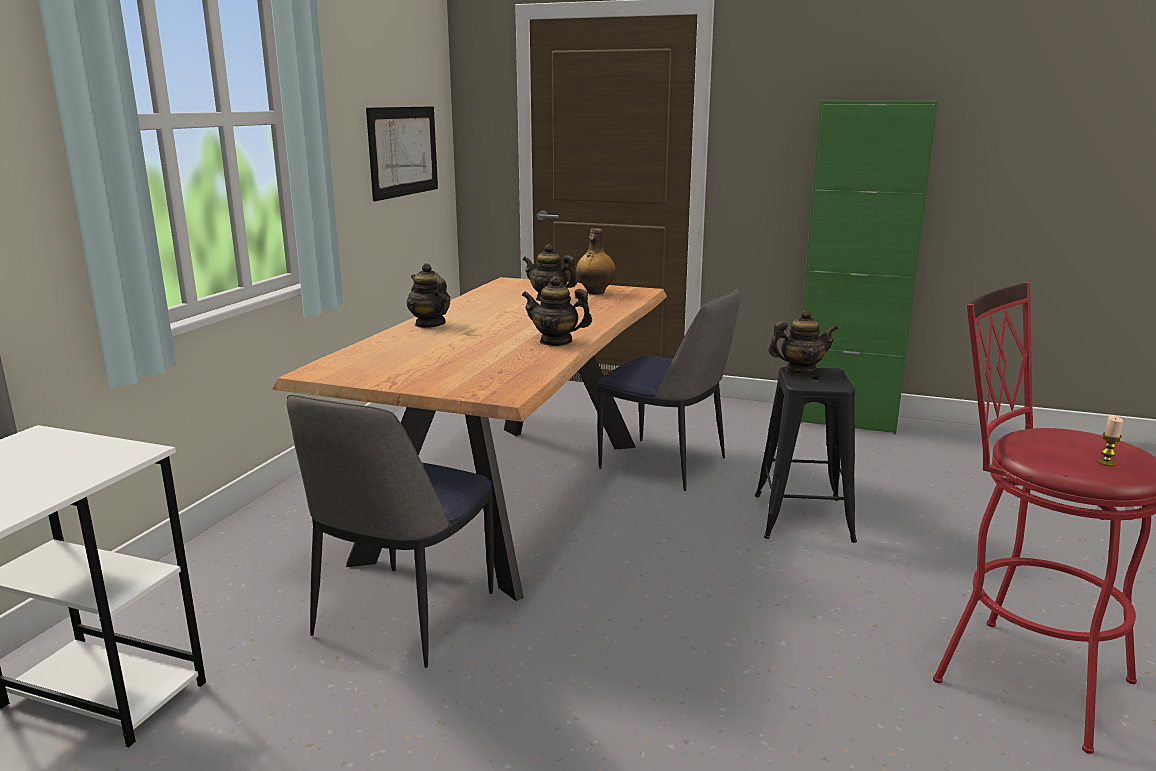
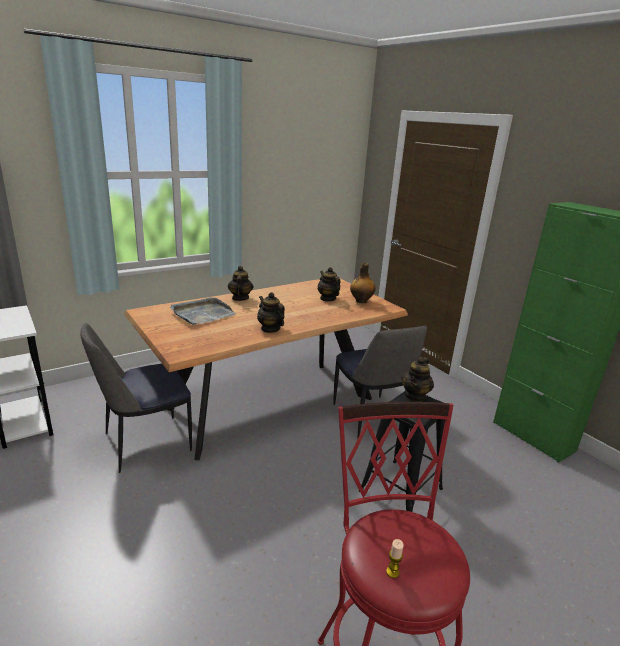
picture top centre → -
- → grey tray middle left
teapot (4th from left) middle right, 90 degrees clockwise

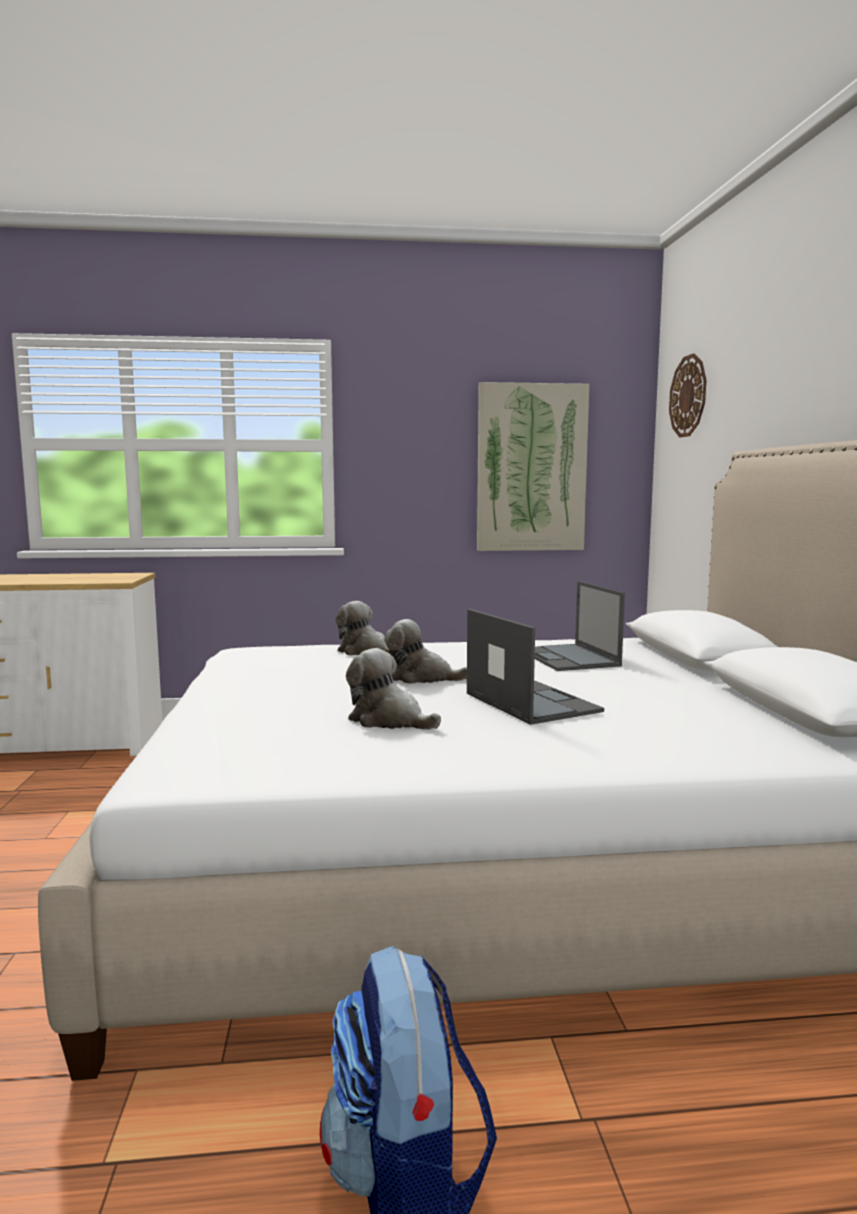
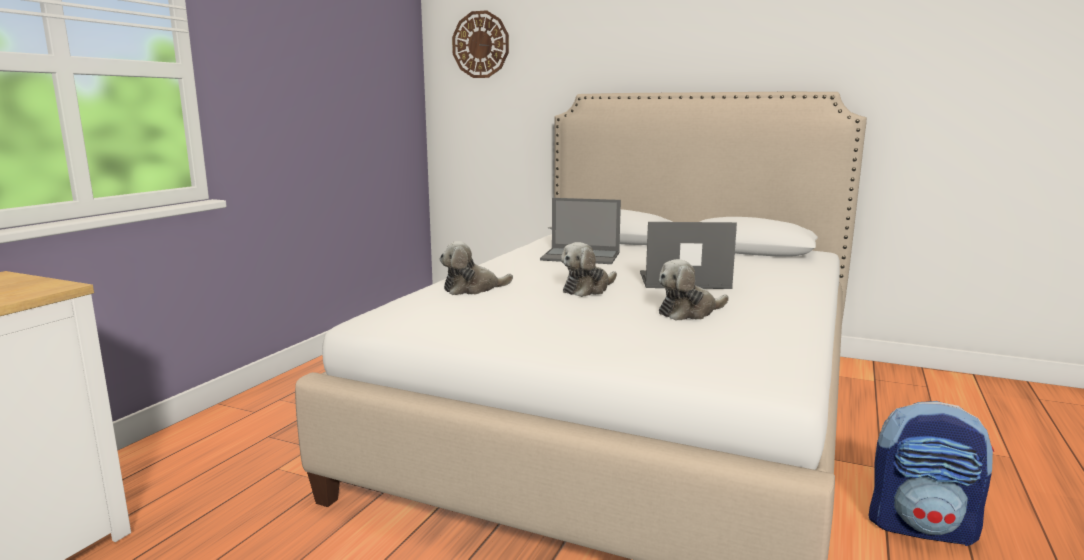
picture centre → -

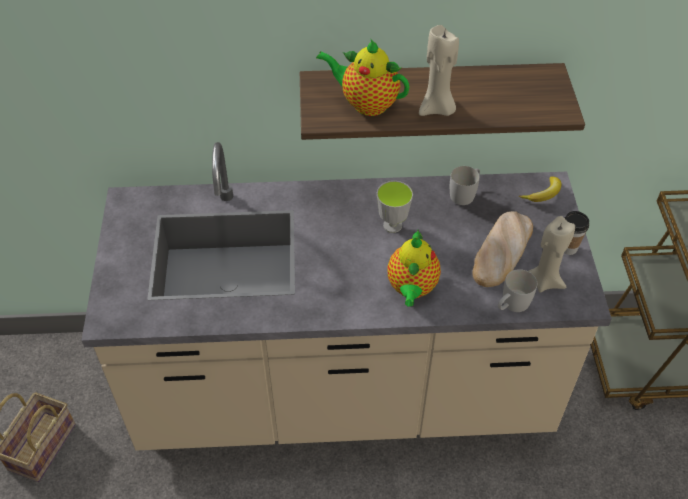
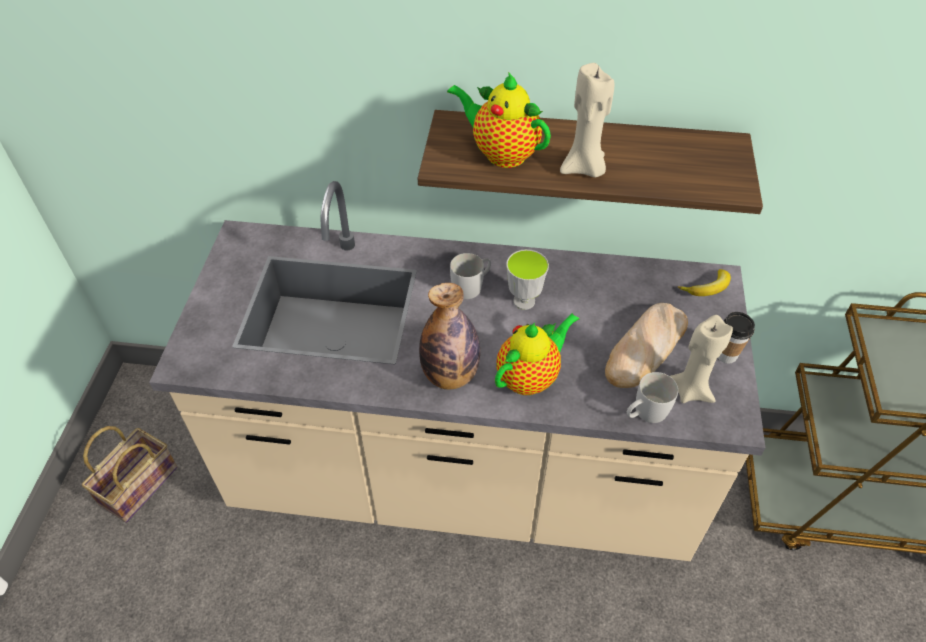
- → bottle centre
white mug (1st from left) middle right → white mug (1st from left) centre, moved
teapot (2nd from left) centre, 150 degrees counterclockwise

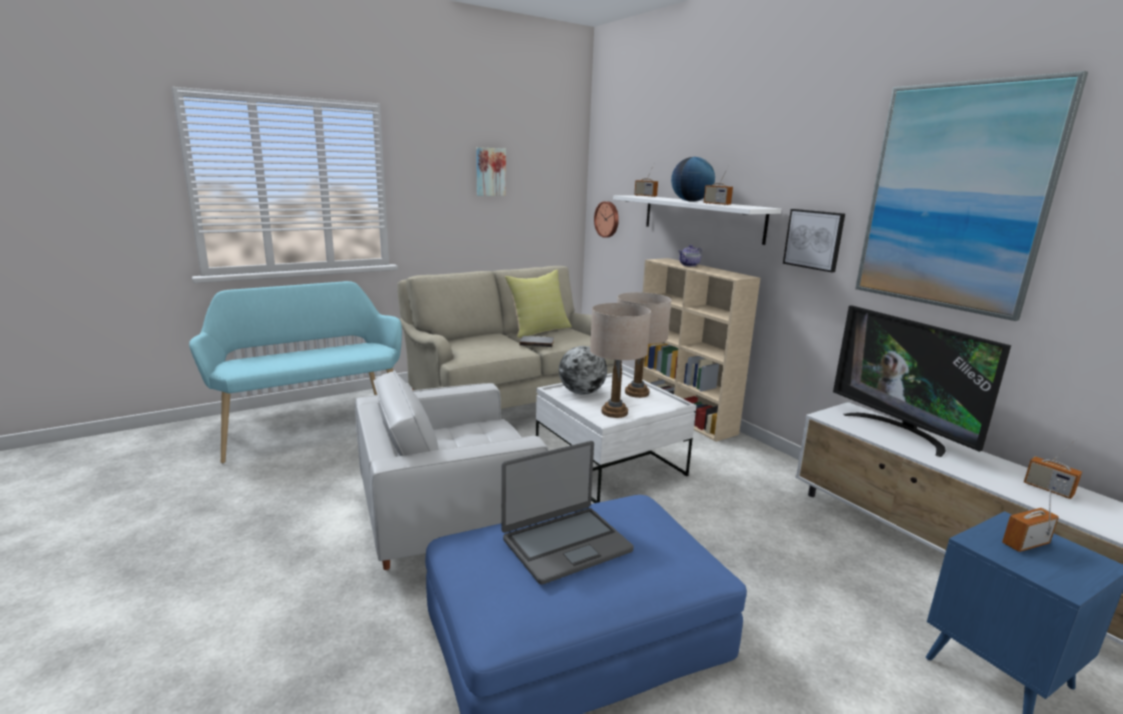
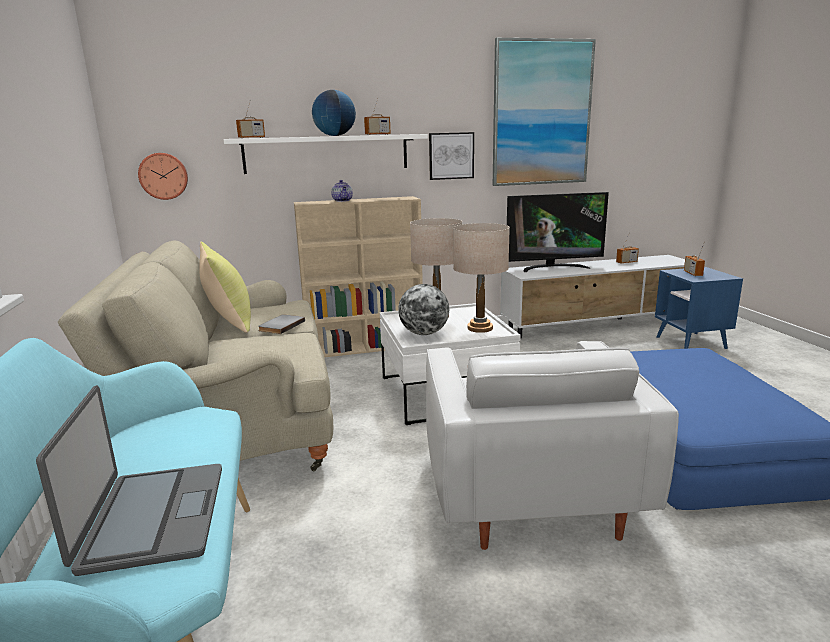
picture (1st from left) top centre → -
laptop bottom centre → laptop bottom left, moved

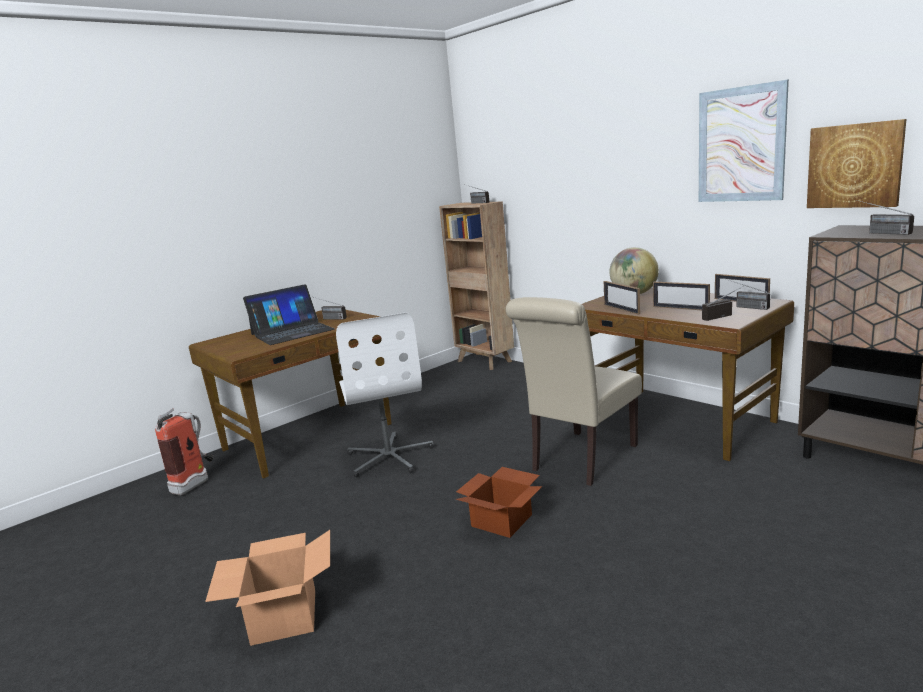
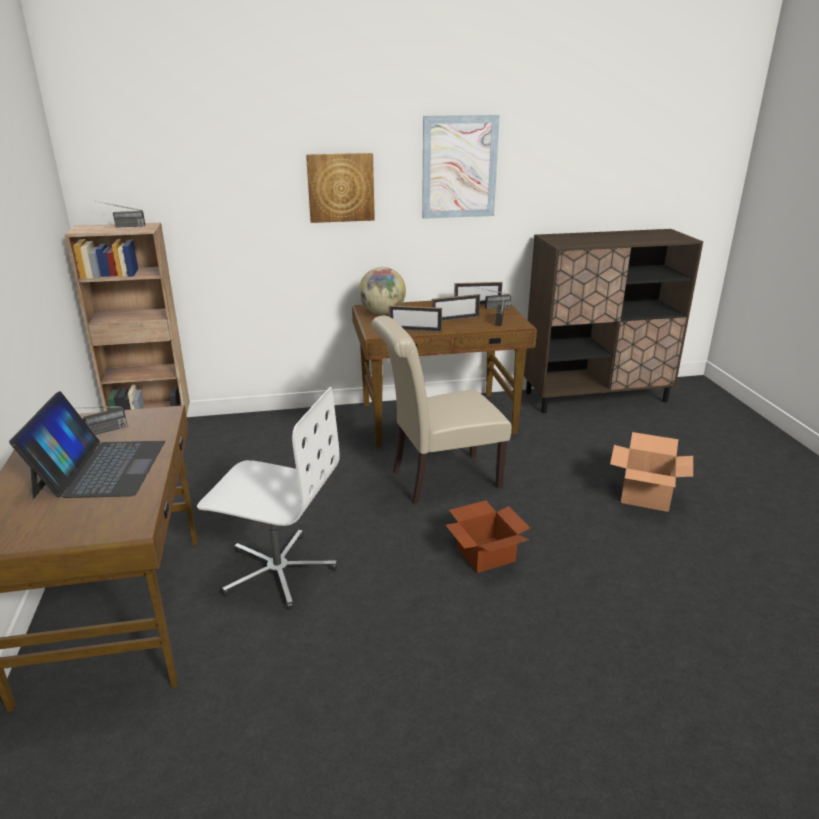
fire extinguisher middle left → -
radio (5th from left) top right → -
cardboard box (1st from left in the first image) bottom left → cardboard box (2nd from left) middle right, moved
picture (2nd from left in the first image) top right → picture (1st from left) top centre, moved
beige chair centre, 90 degrees clockwise

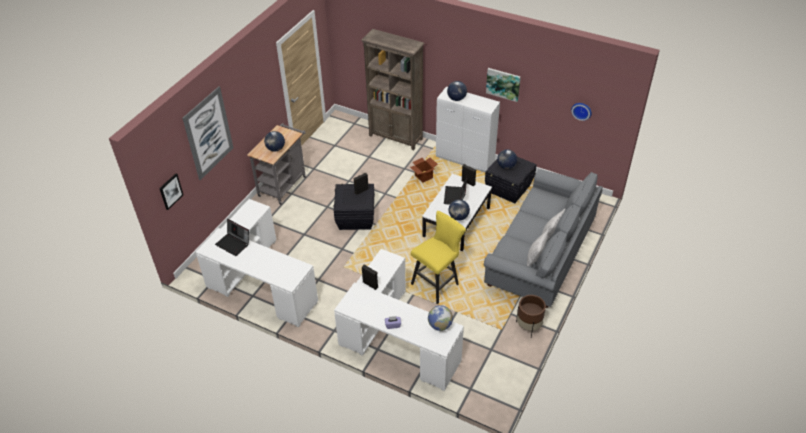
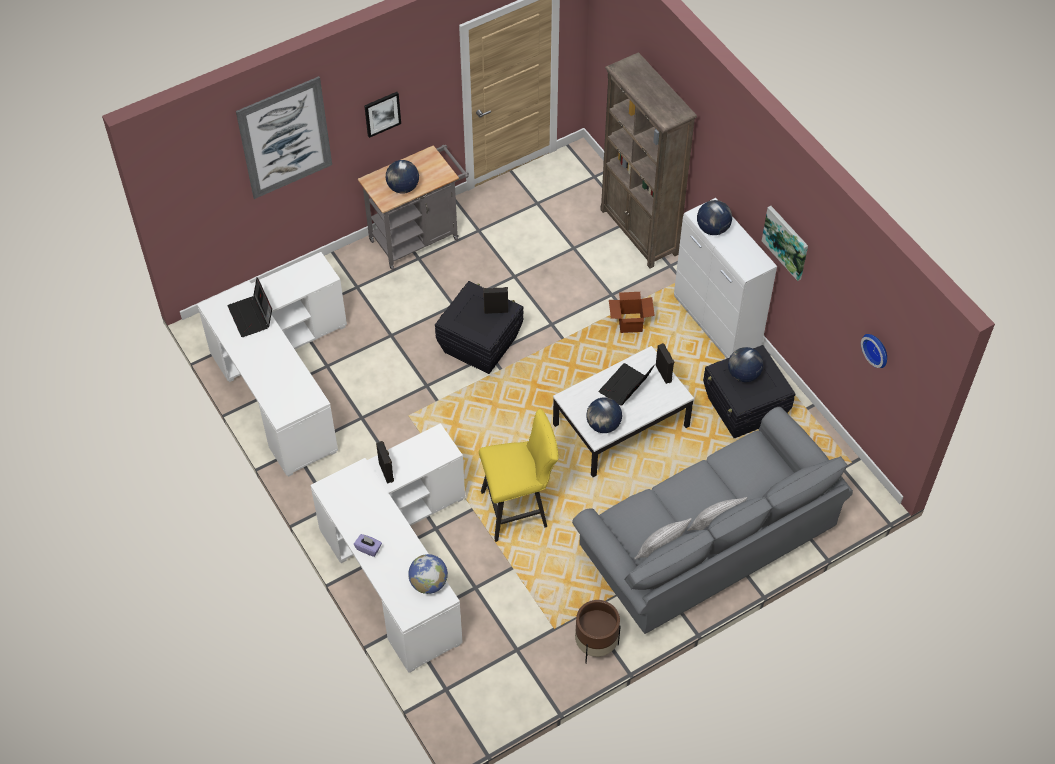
picture (1st from left in the first image) middle left → picture (2nd from left) top centre, moved

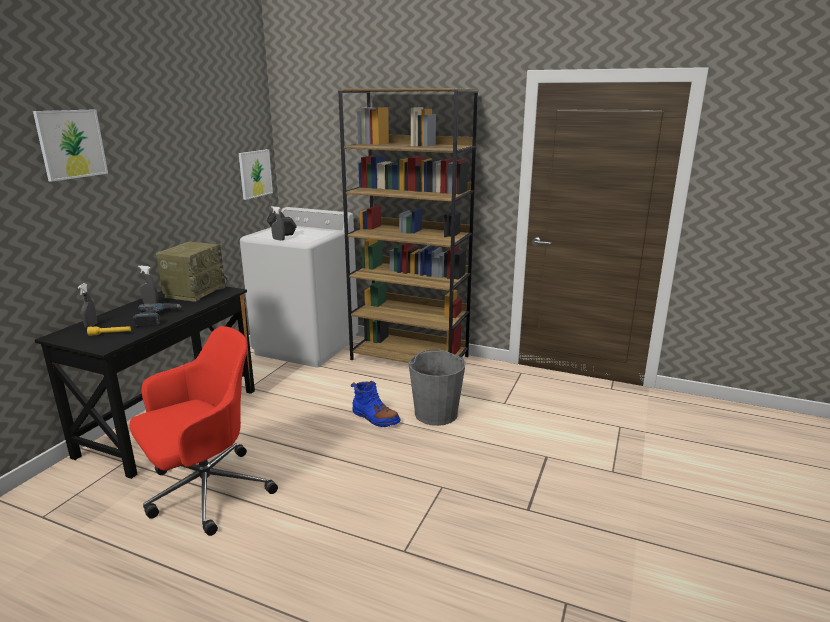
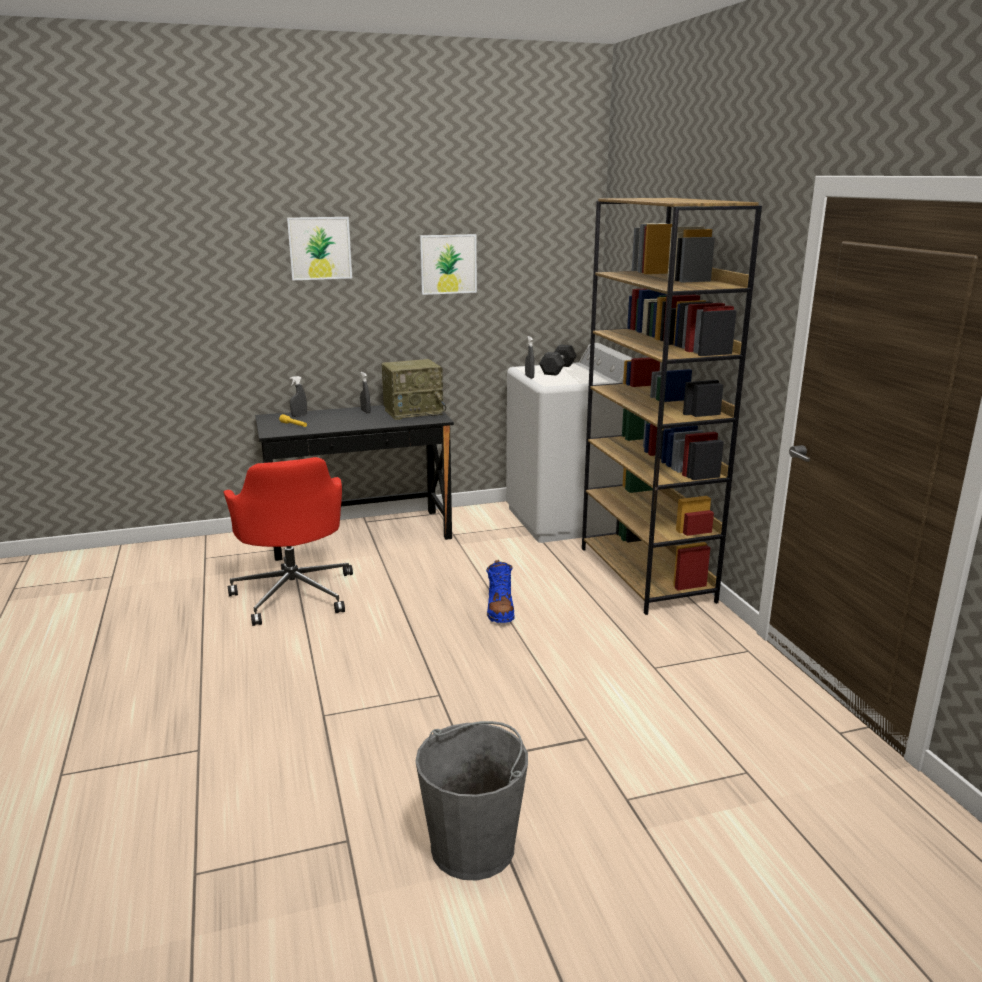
power drill middle left → -
picture (2nd from left) top left → picture (2nd from left) top centre, moved
grey bucket centre → grey bucket bottom centre, moved
red office chair bottom left → red office chair middle left, 60 degrees clockwise

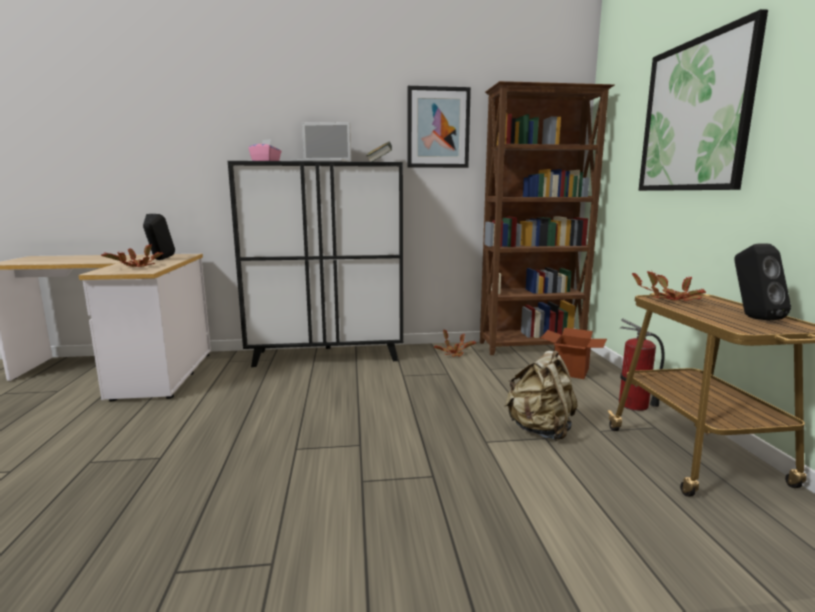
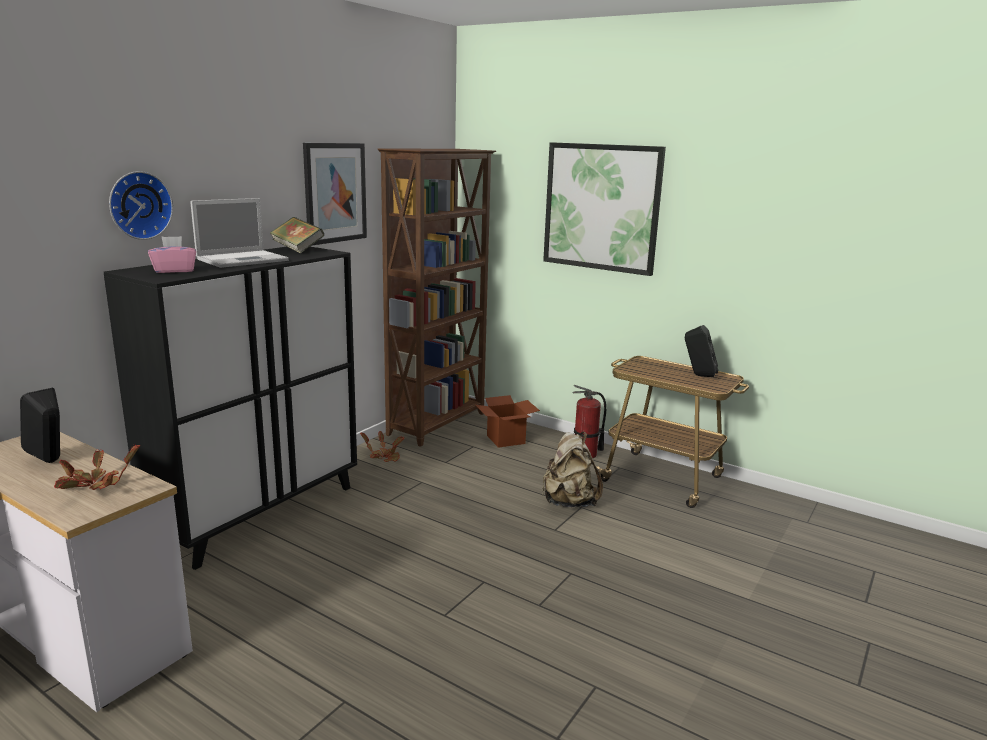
potted plant (3rd from left) middle right → -
- → wall clock top left

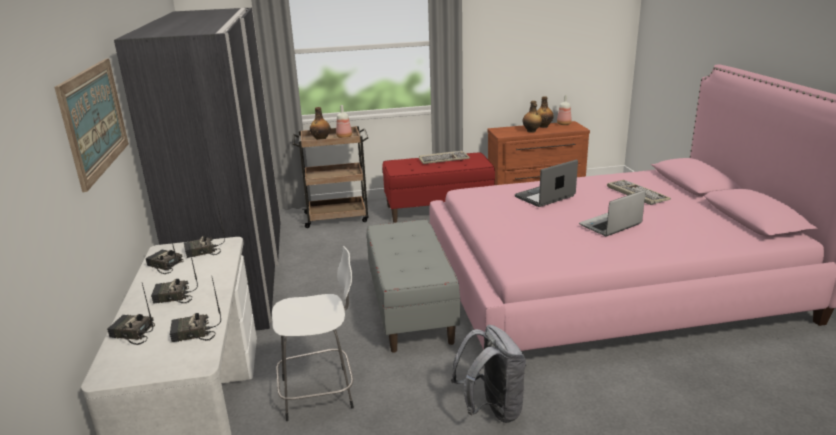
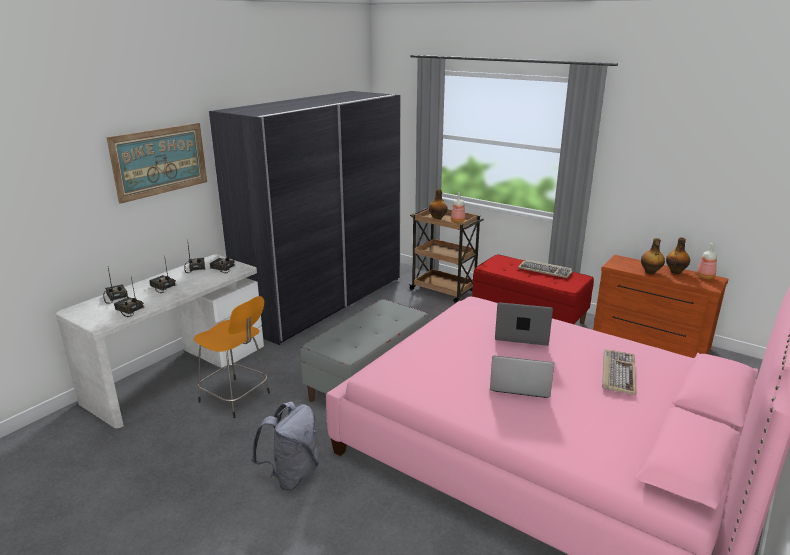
white stool bottom centre → orange stool middle left

